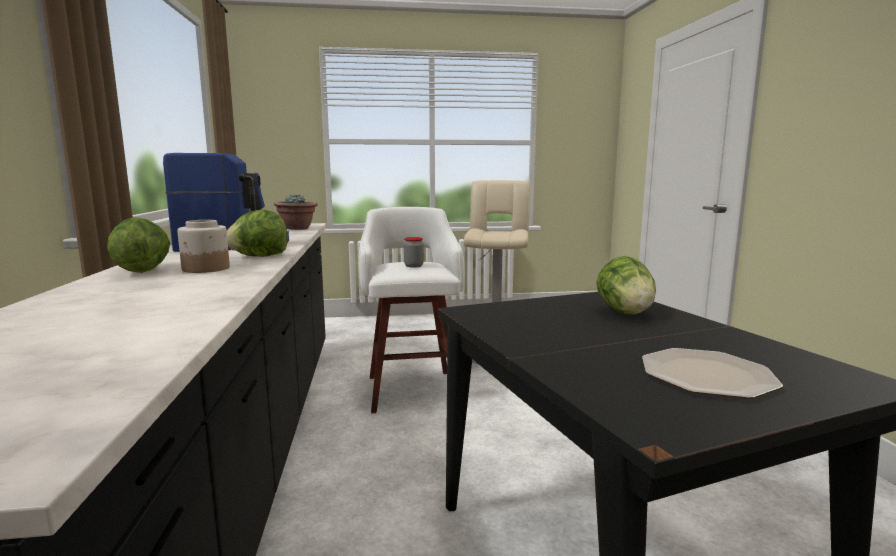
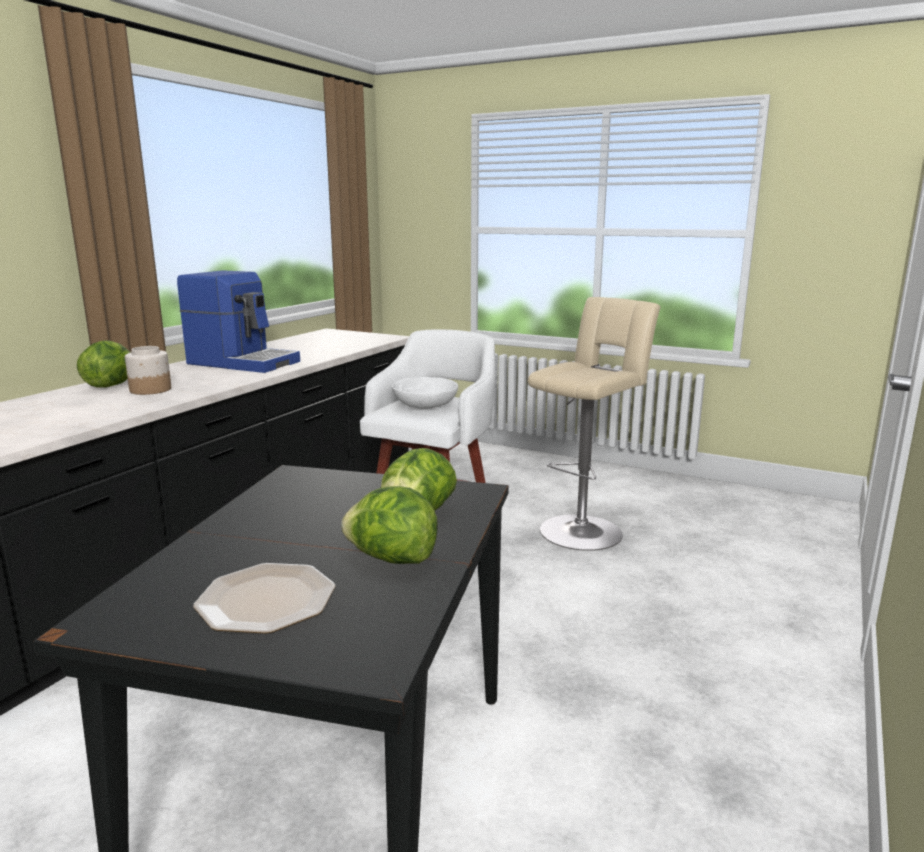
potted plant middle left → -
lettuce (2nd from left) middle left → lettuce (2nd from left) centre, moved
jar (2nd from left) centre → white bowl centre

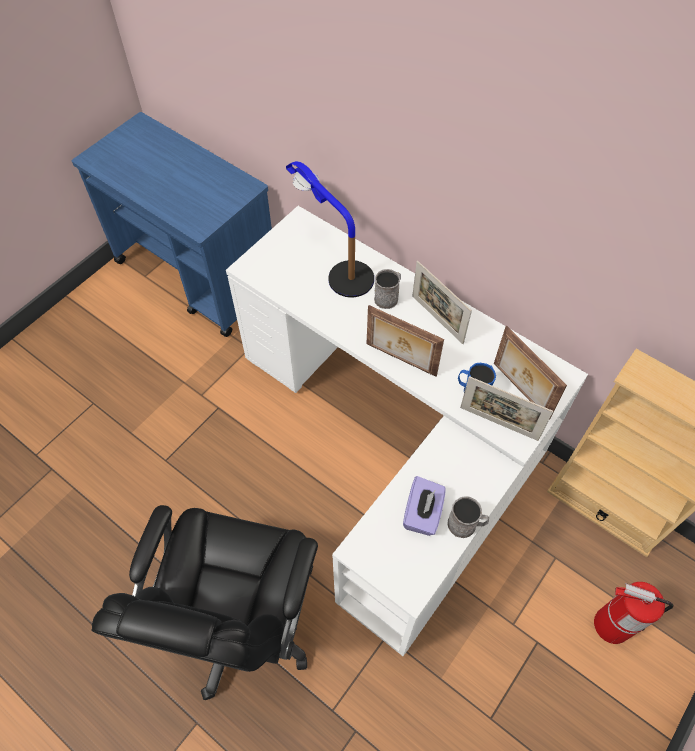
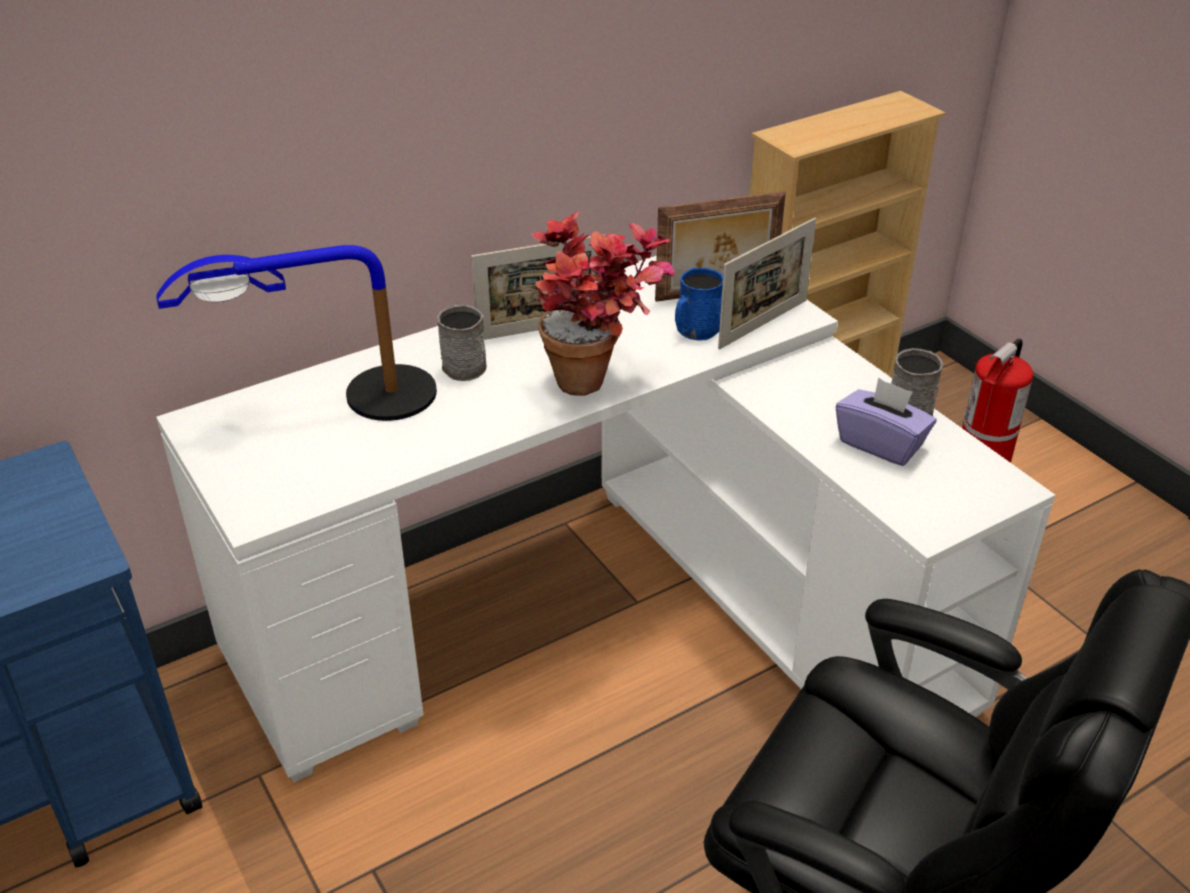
picture frame (1st from left) centre → potted plant centre

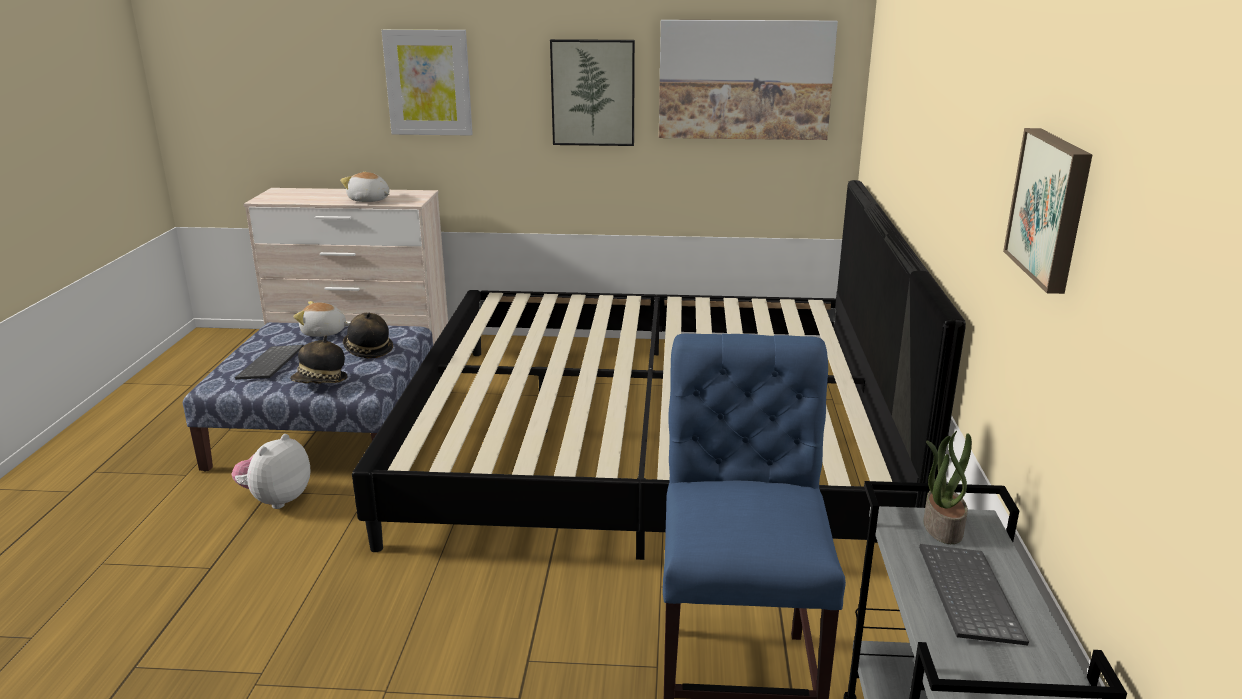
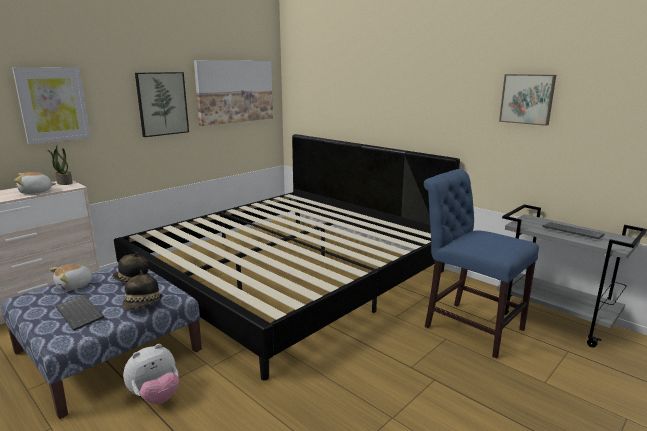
potted plant bottom right → potted plant middle left, moved
plush toy (1st from left in the first image) bottom left → plush toy (3rd from left) bottom left, 105 degrees counterclockwise

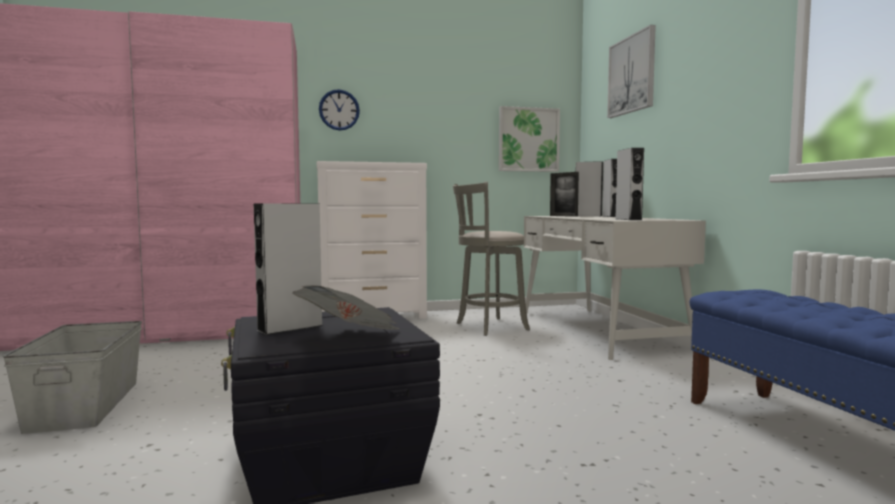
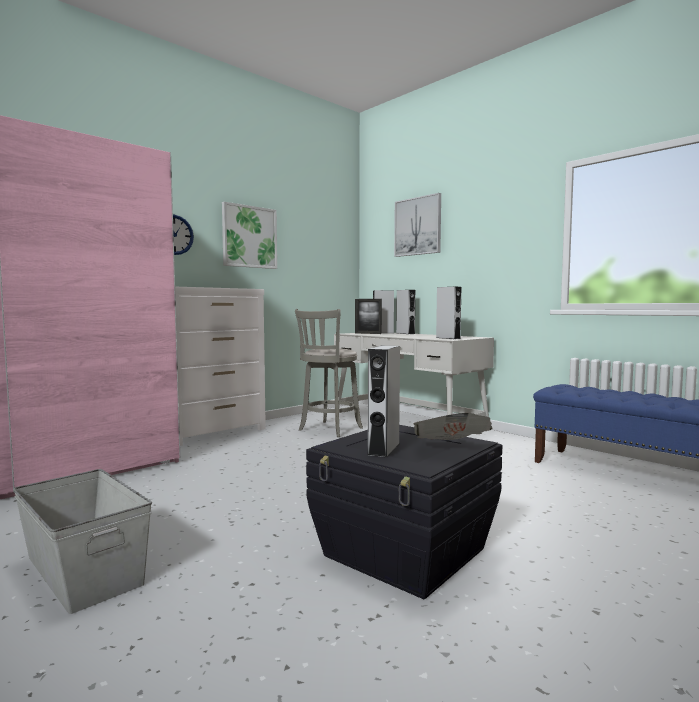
picture (1st from left) top centre → picture (1st from left) centre, moved

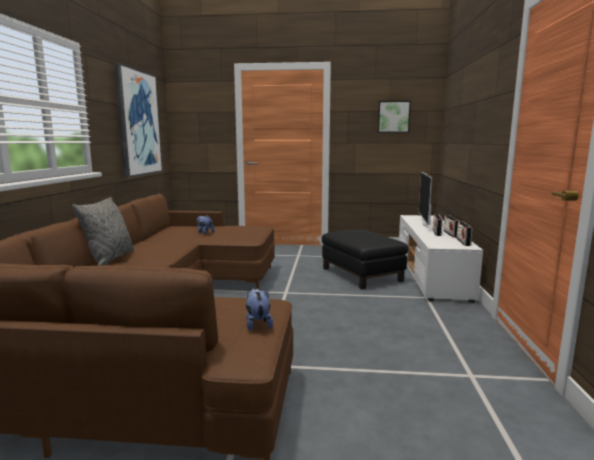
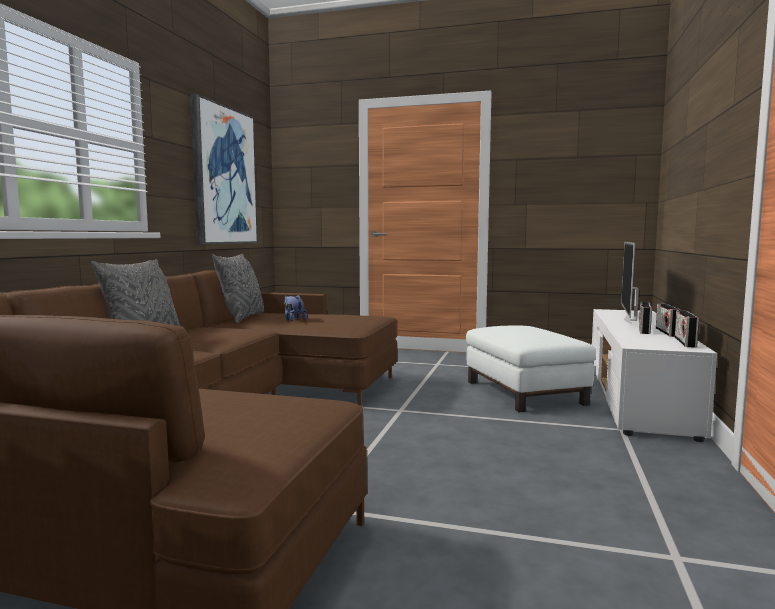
plush toy (2nd from left) bottom centre → -
picture (2nd from left) top centre → -
- → grey pillow (2nd from left) middle left
black ottoman centre → white ottoman middle right

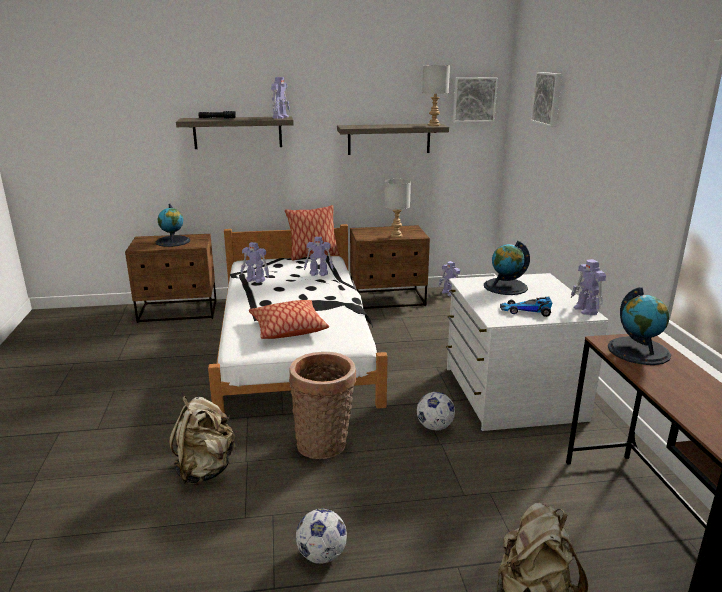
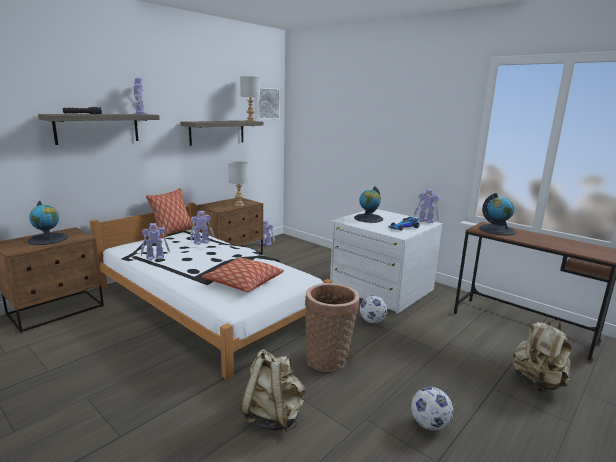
picture (2nd from left) top right → -

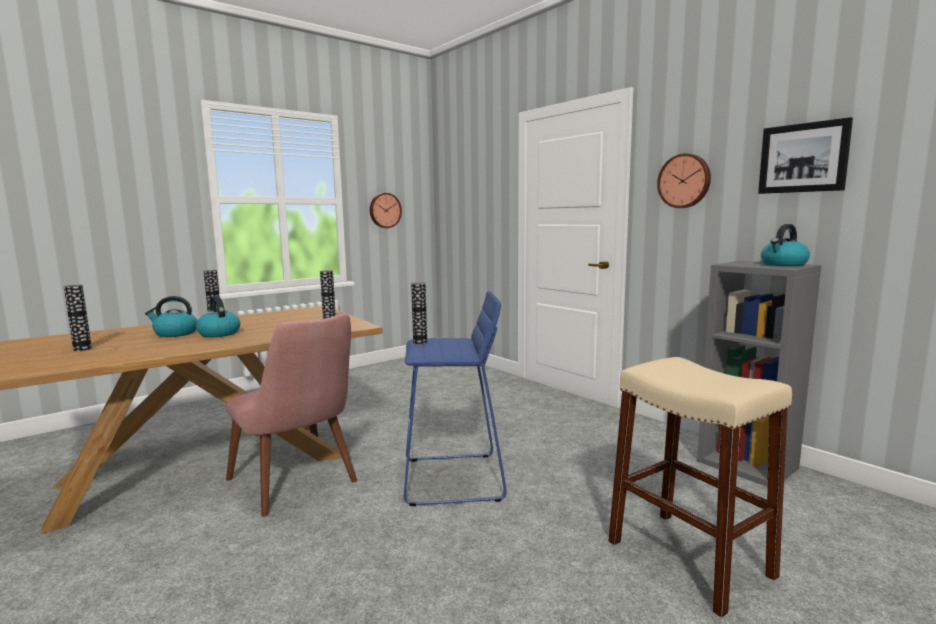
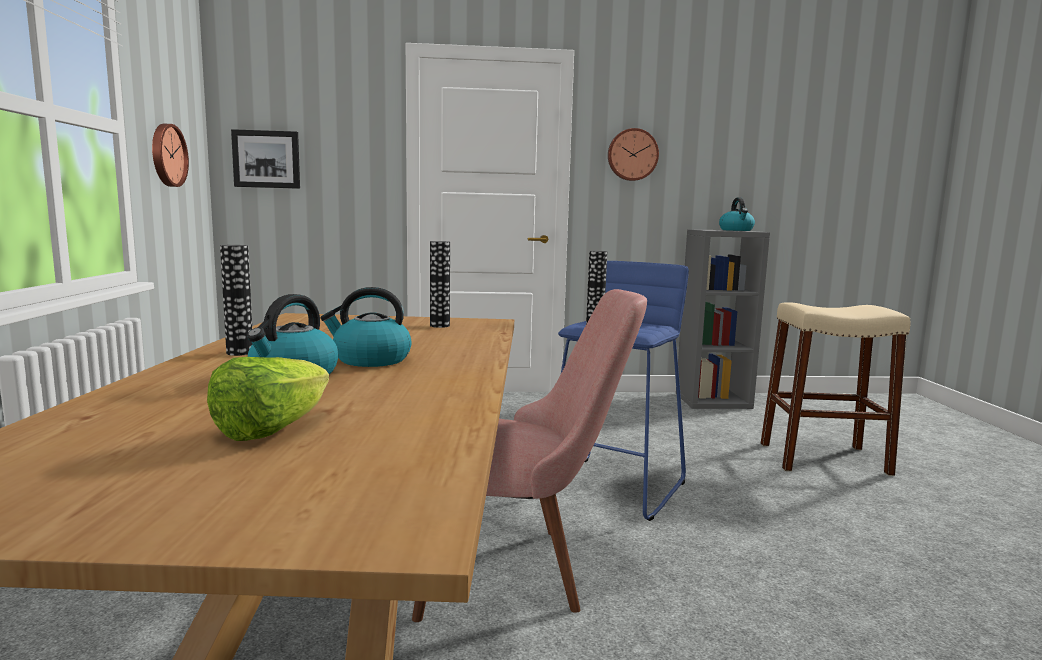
picture top right → picture top left, moved
vase (1st from left) middle left → lettuce middle left

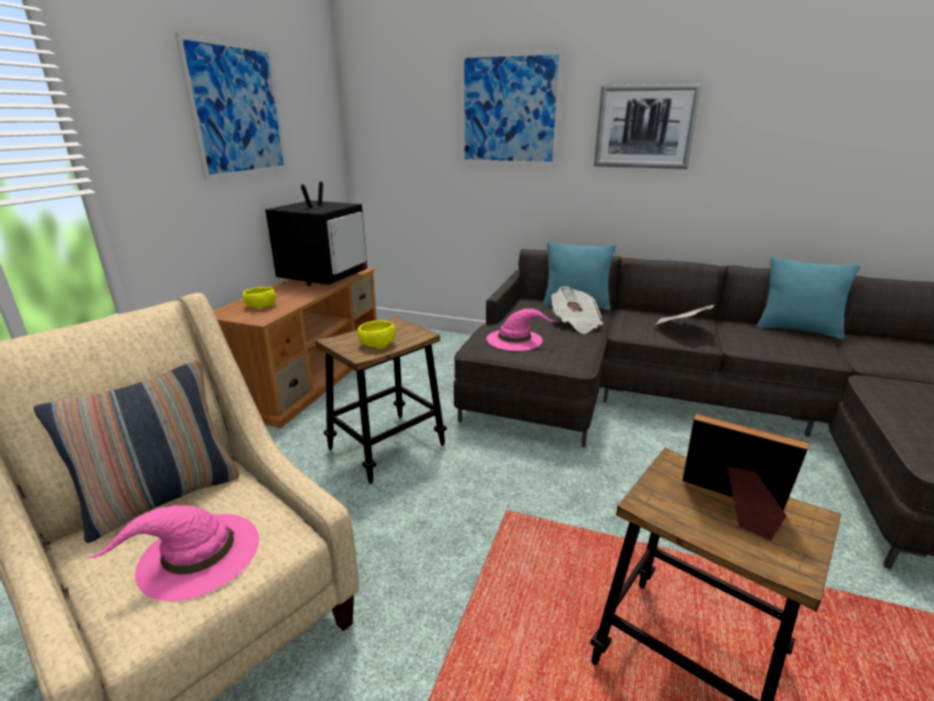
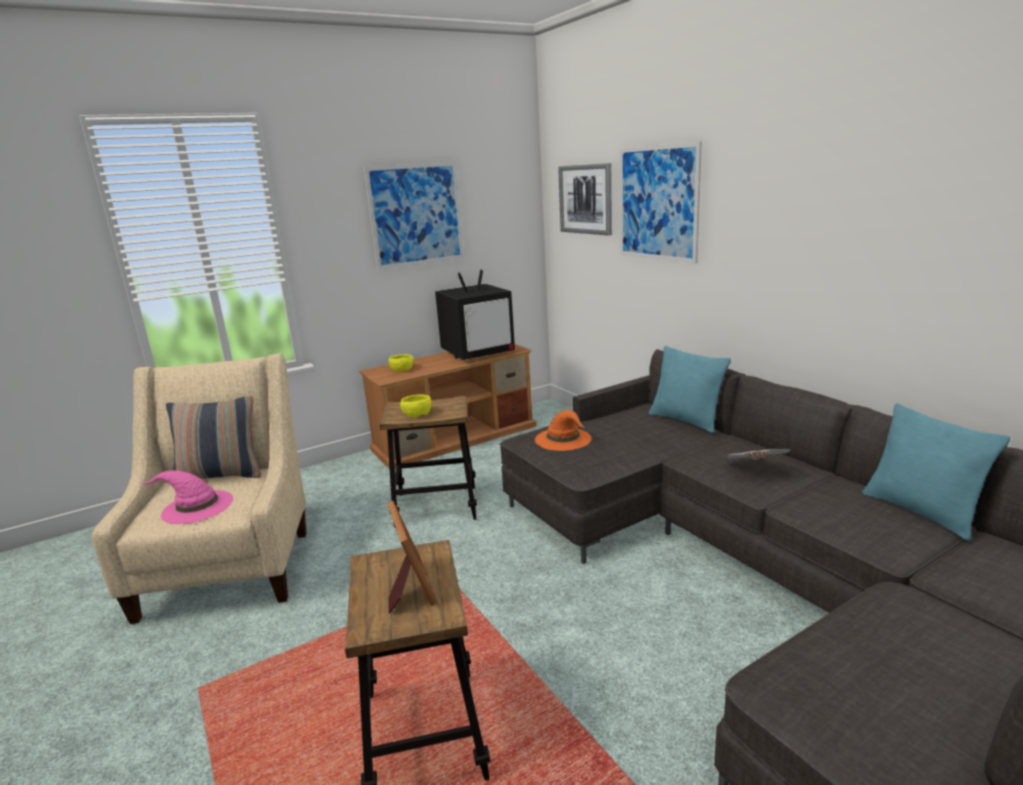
newspaper (1st from left) centre → -
picture (3rd from left in the first image) top right → picture (2nd from left) top centre, moved
pink hat (2nd from left) centre → orange hat centre

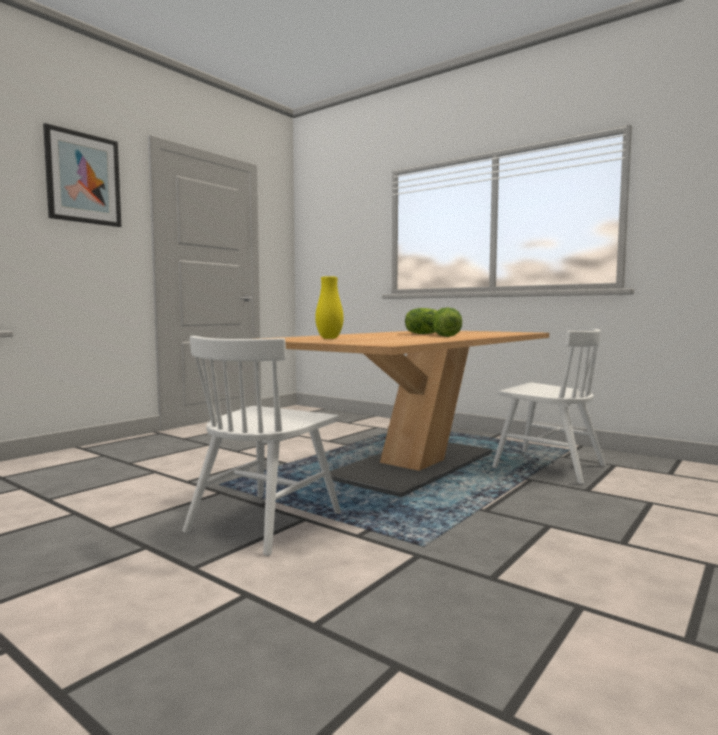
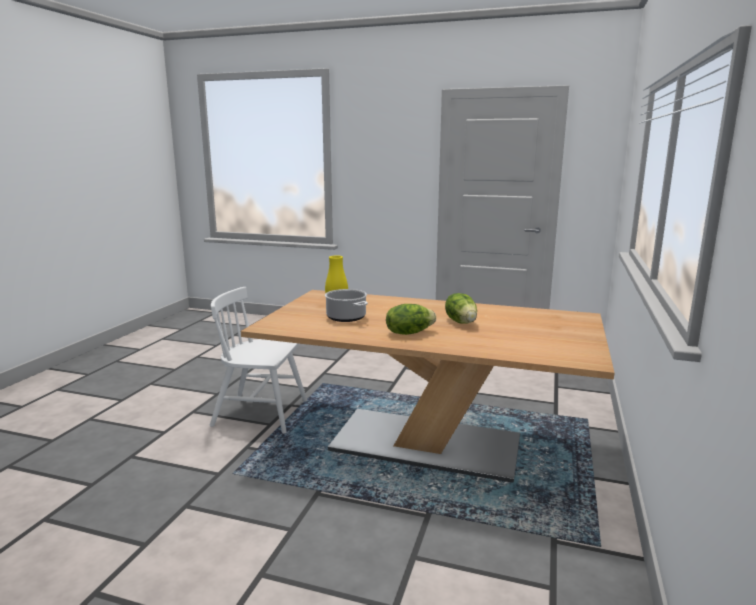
picture top left → -
white chair (2nd from left) middle right → -
- → cooking pot centre

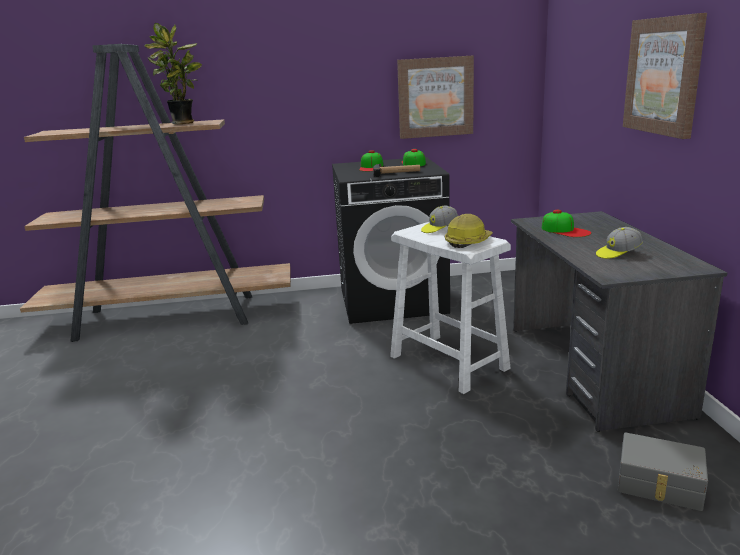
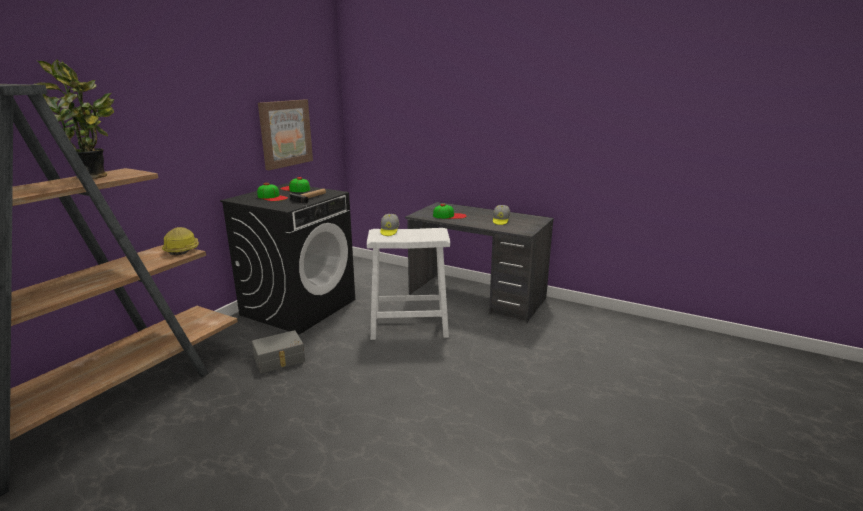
picture (2nd from left) top right → -
hard hat centre → hard hat middle left, moved
grey storage box bottom right → grey storage box bottom left, moved

